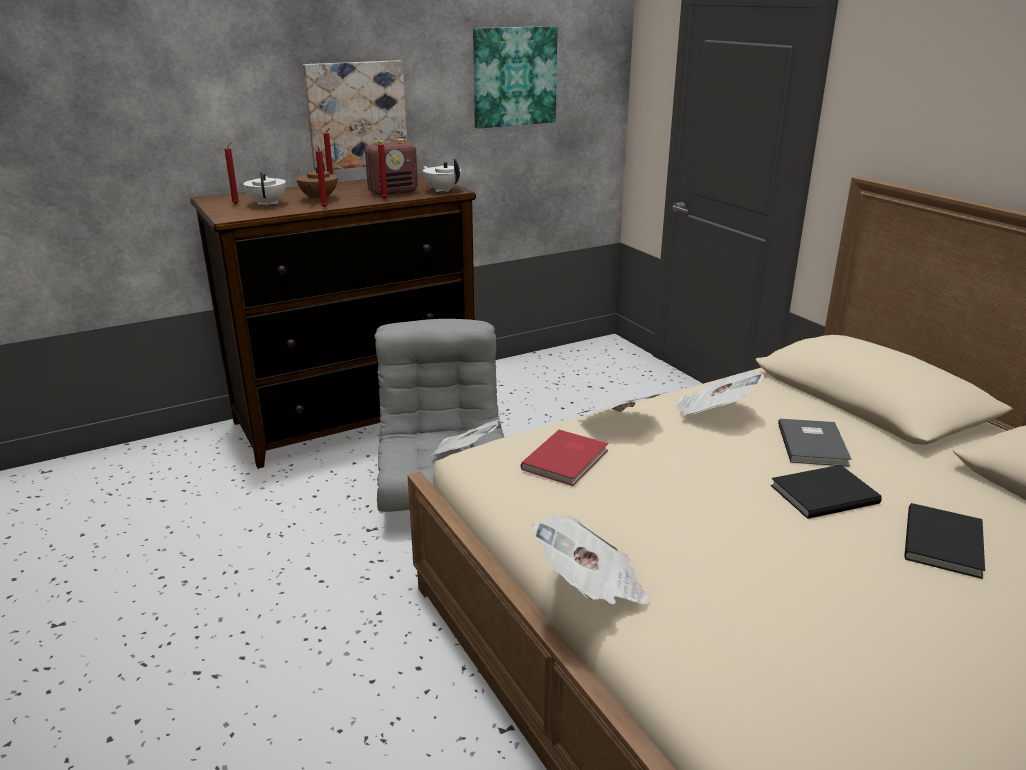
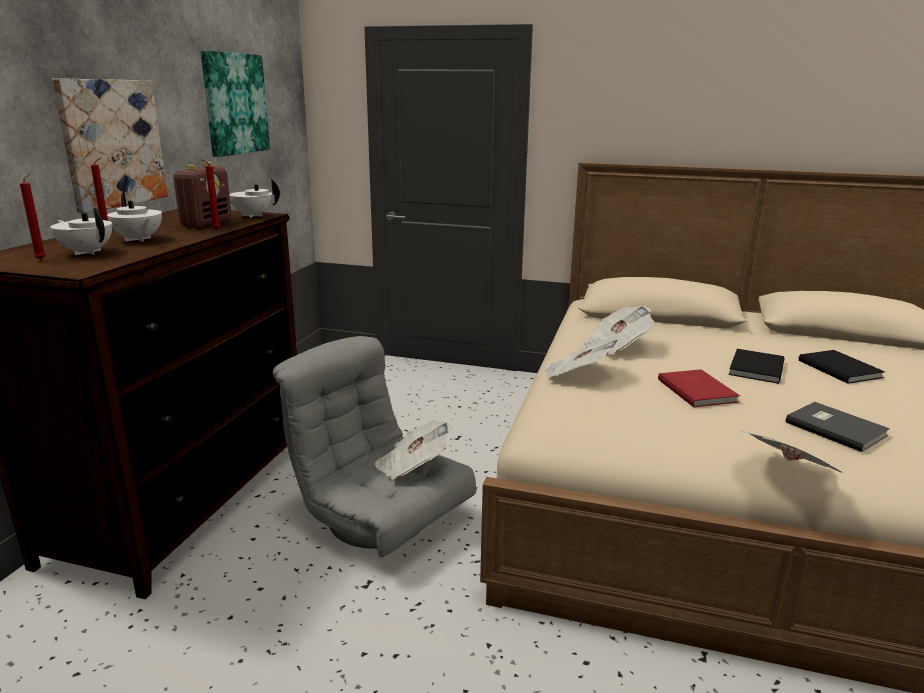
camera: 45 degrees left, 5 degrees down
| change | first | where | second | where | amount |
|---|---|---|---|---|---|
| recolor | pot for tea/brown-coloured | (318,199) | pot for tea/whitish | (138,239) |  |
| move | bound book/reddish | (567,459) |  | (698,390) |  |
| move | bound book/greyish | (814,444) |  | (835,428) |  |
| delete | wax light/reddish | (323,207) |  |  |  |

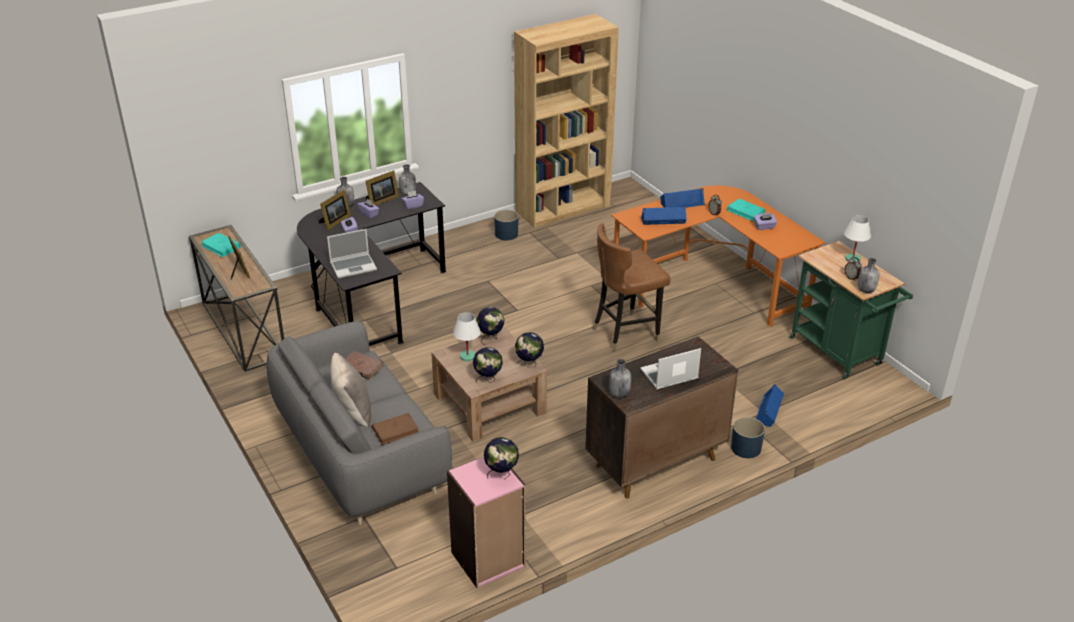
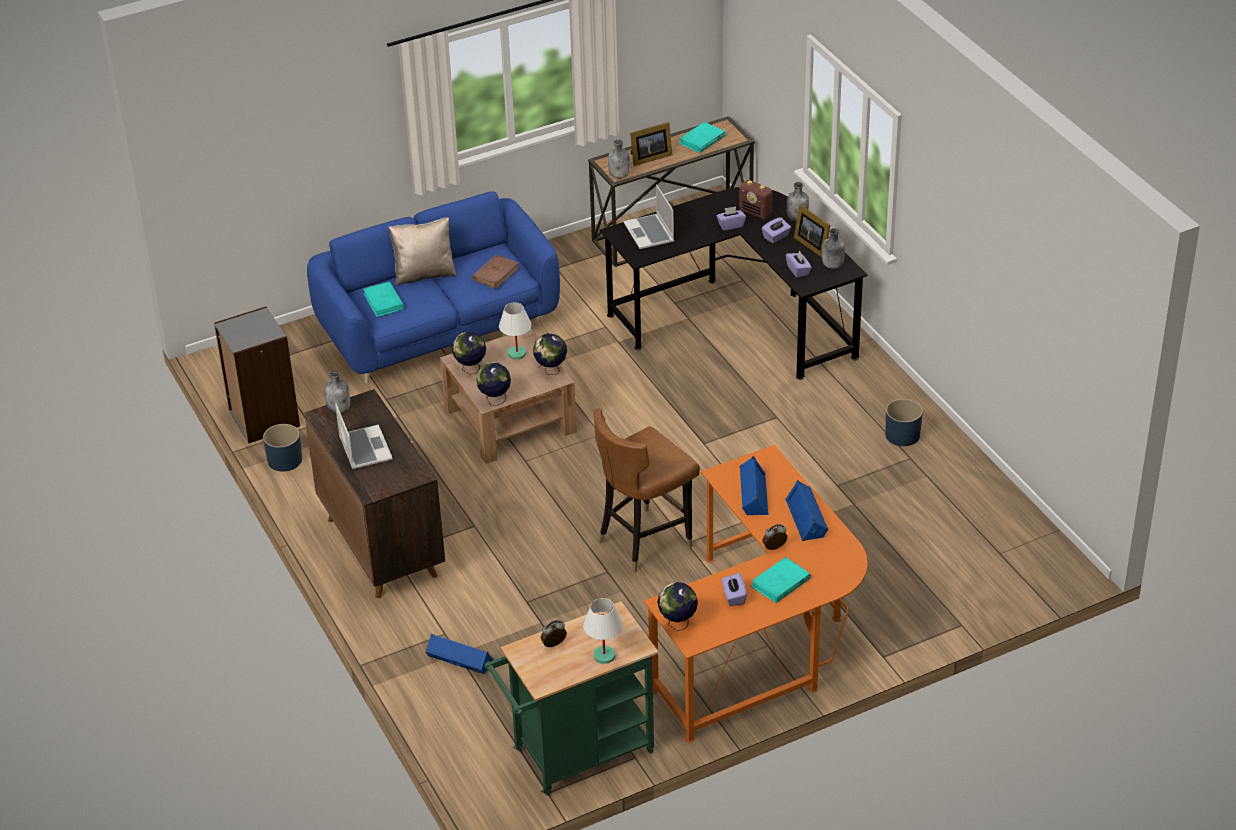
camera: 95 degrees right, 5 degrees up
| change | first | where | second | where | amount |
|---|---|---|---|---|---|
| recolor | bookcase/pink-coloured | (488,560) | bookcase/greyish | (263,419) |  |
| move | flower pot/blue | (745,448) |  | (284,460) |  |
| recolor | sofa/greyish | (360,454) | sofa/blue | (438,329) |  |
| recolor | bound book/brown-coloured | (395,430) | bound book/turquoise | (383,301) |  |
| rotate | chair/brown-coloured | (625,333) |  | (644,540) | 105 degrees counterclockwise |
| move | drink bottle/greyish | (866,290) |  | (619,175) |  |
| move | desk globe | (501,474) |  | (677,624) |  |
| replace | standing frame | (334,222) | radio receiver | (756,212) |  |
| delete | bookcase/brown-coloured | (563,208) |  |  |  |

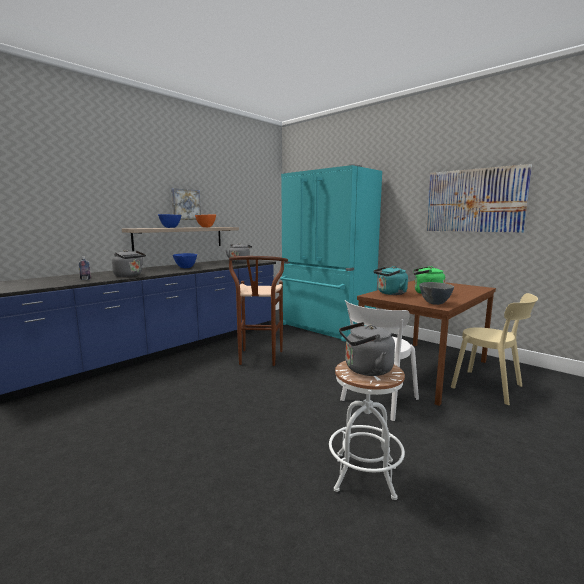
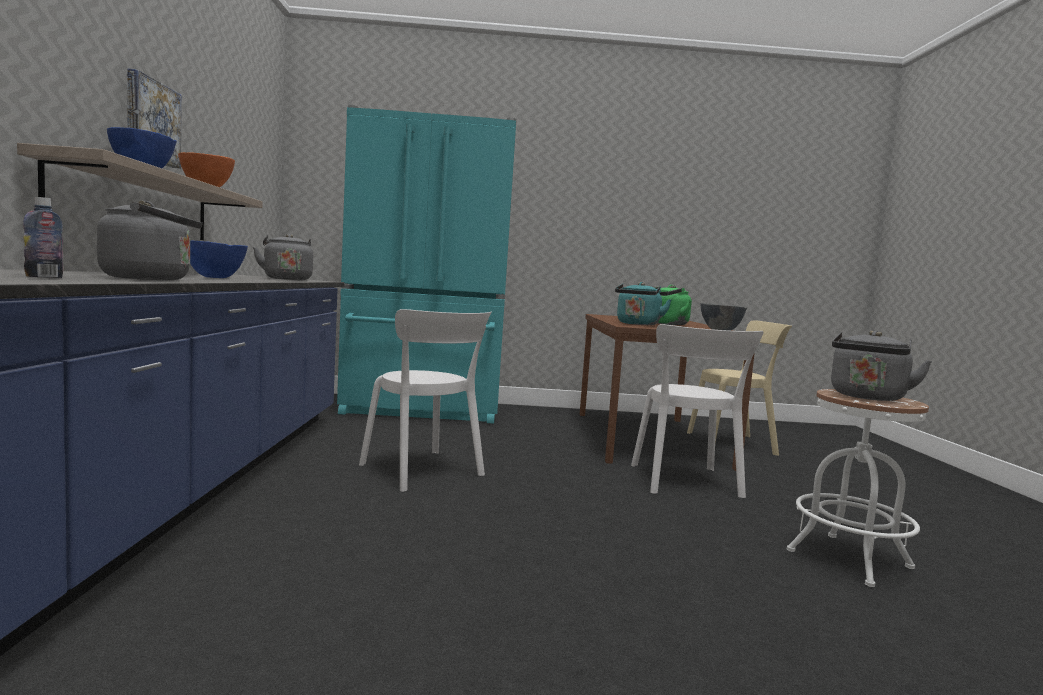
camera: 45 degrees left, 5 degrees down
| change | first | where | second | where | amount |
|---|---|---|---|---|---|
| replace | stool seat/brown-coloured | (259,359) | chair/whitish | (424,471) |  |
| delete | picture | (474,200) |  |  |  |

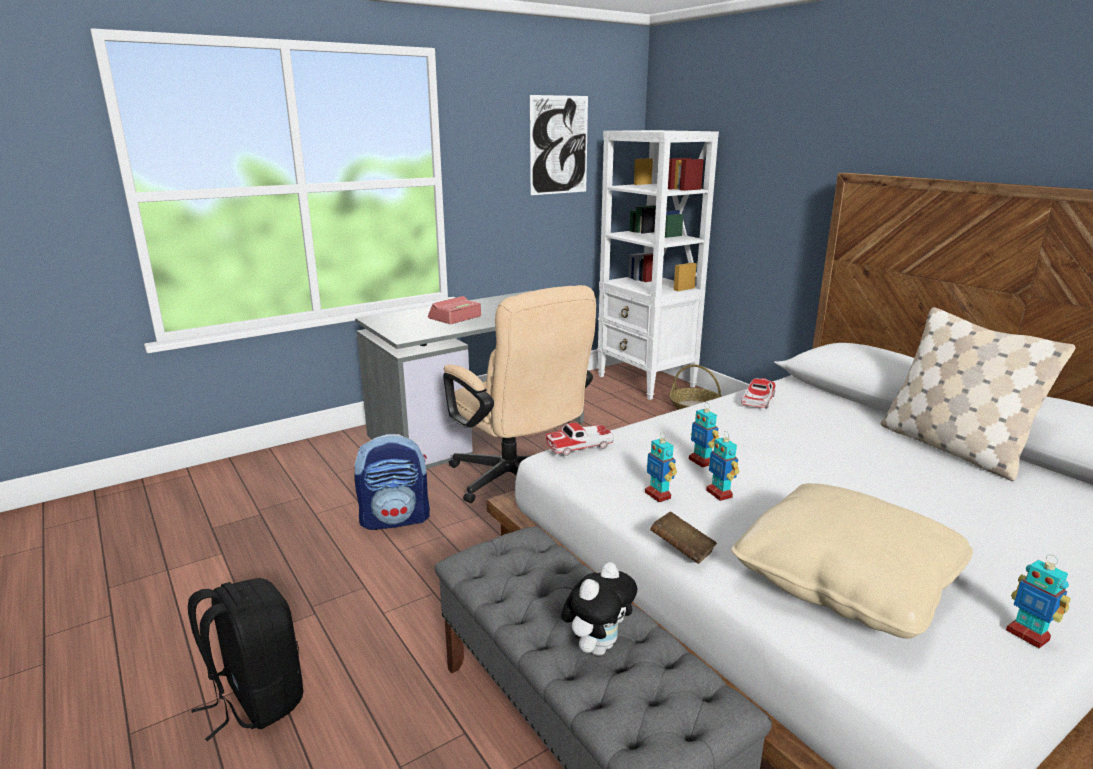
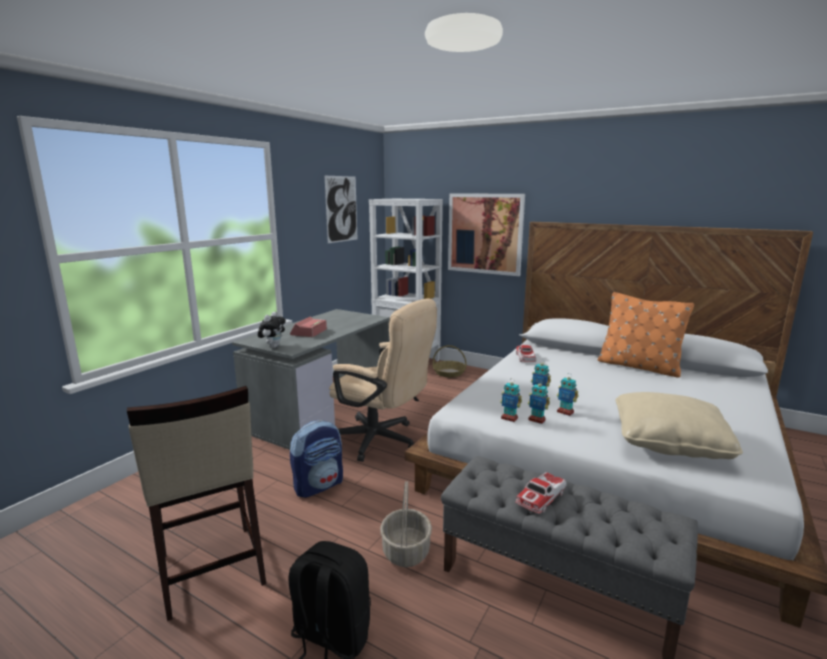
camera: 25 degrees left, 5 degrees down
| change | first | where | second | where | amount |
|---|---|---|---|---|---|
| insert |  |  | stool seat/beige | (210,570) |  |
| move | soft toy | (597,646) |  | (273,346) |  |
| insert |  |  | storage basket | (405,551) |  |
| insert |  |  | picture | (485,233) |  |
| move | robot figure | (1028,635) |  | (509,418) |  |
| move | toy car | (579,446) |  | (541,498) |  |
| recolor | cushion/beige | (952,448) | cushion/orange | (638,366) |  |
| delete | bound book/brown-coloured | (682,550) |  |  |  |

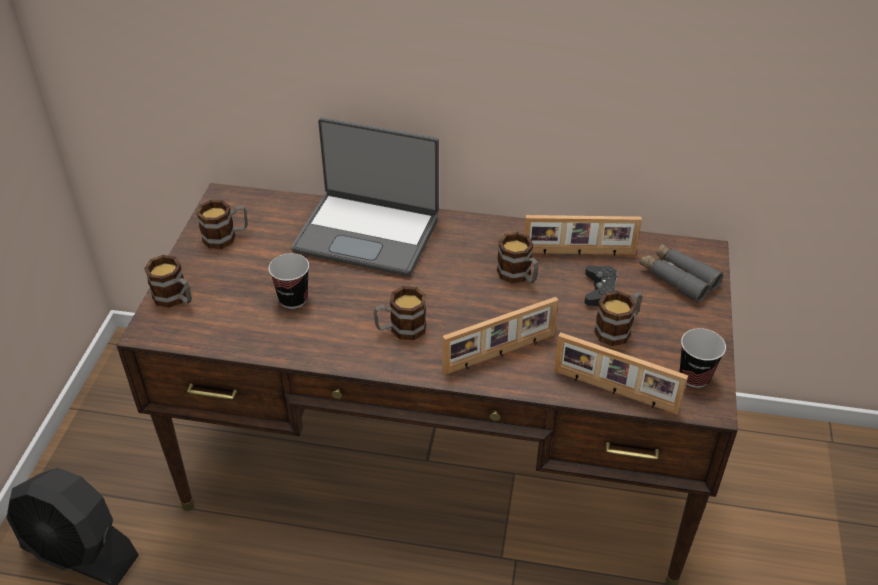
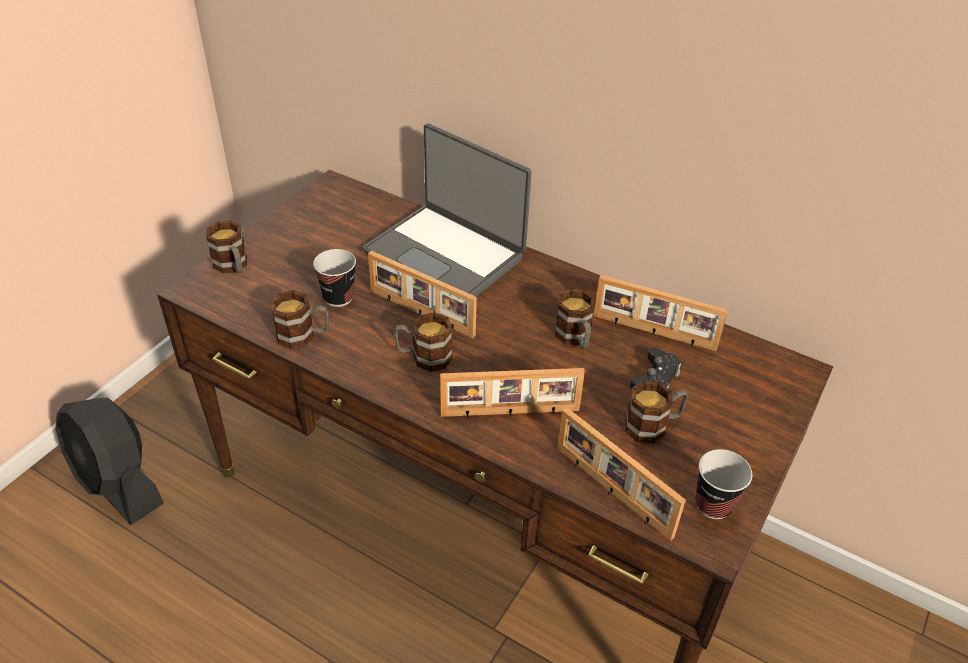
camera: 20 degrees right, 0 degrees up
| change | first | where | second | where | amount |
|---|---|---|---|---|---|
| move | coffee mug | (226,237) |  | (303,335) |  |
| insert |  |  | standing frame | (420,314) |  |
| delete | binoculars/greyish | (678,278) |  |  |  |

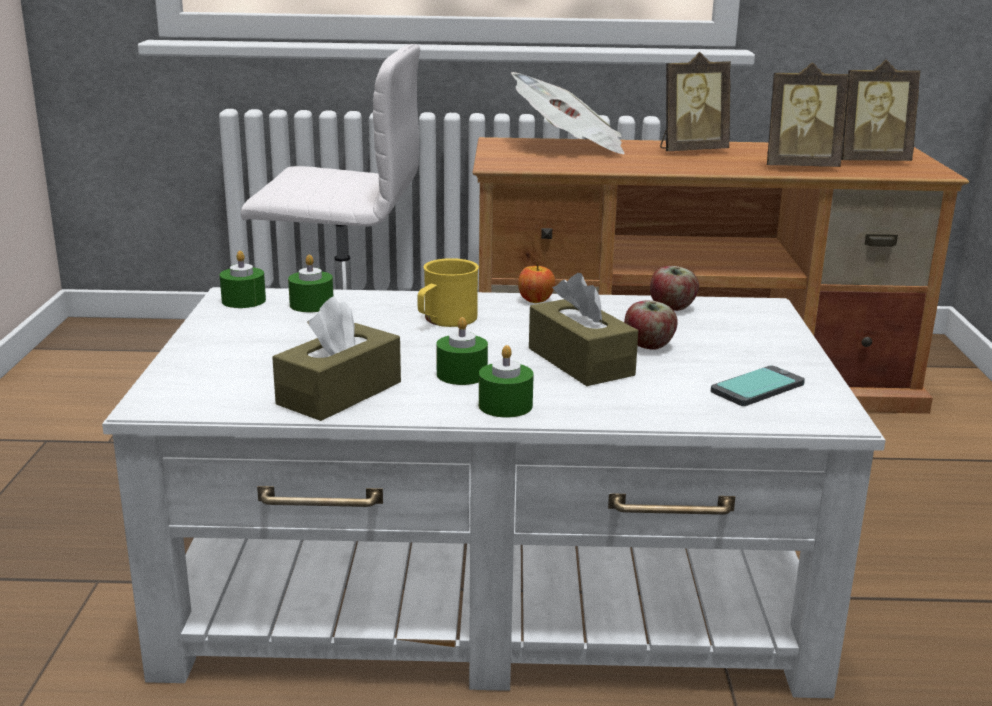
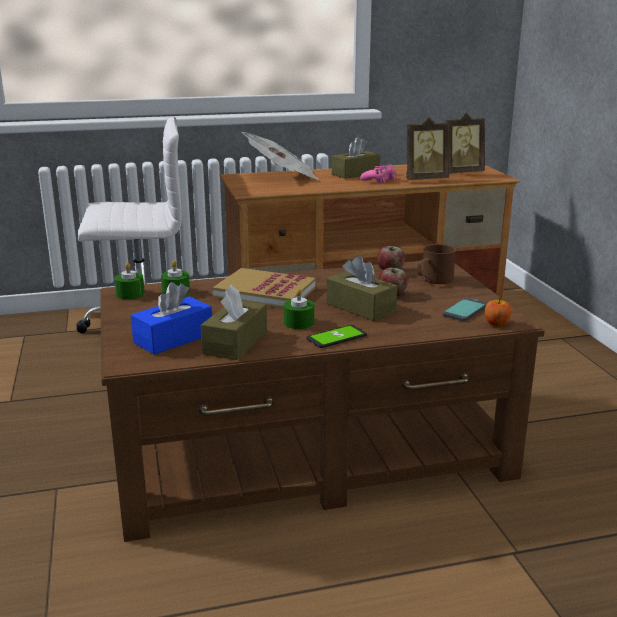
camera: 15 degrees left, 0 degrees up
| change | first | where | second | where | amount |
|---|---|---|---|---|---|
| recolor | low table/whitish | (495,587) | low table/brown-coloured | (309,451) |  |
| insert |  |  | tissue box/blue | (173,338) |  |
| replace | coffee mug/yellowish | (445,320) | bound book | (265,292) |  |
| replace | wax light/green-coloured | (505,405) | phone | (336,337) |  |
| replace | standing frame | (690,151) | tissue box/brown-coloured | (355,174) |  |
| insert |  |  | joypad/pink-coloured | (379,180) |  |
| insert |  |  | coffee mug/brown-coloured | (433,280) |  |
| move | whole apple | (536,300) |  | (496,324) |  |

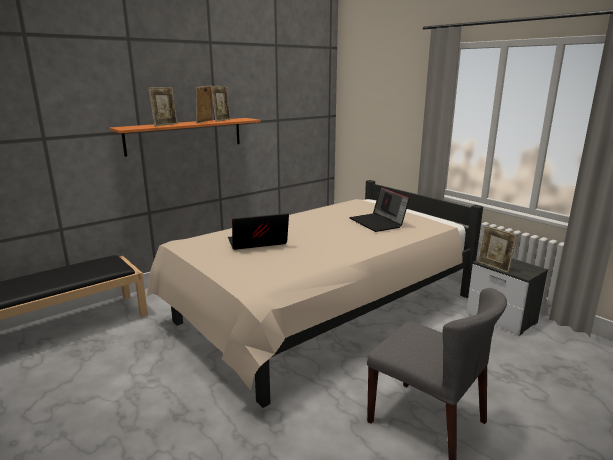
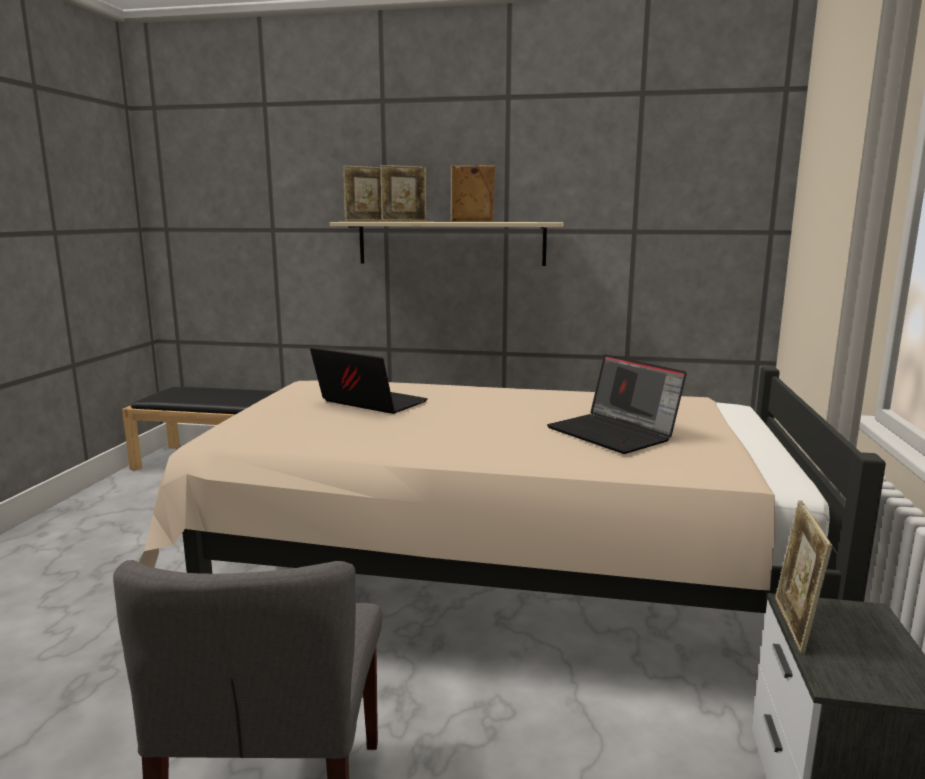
camera: 50 degrees right, 5 degrees down
| change | first | where | second | where | amount |
|---|---|---|---|---|---|
| recolor | wall shelf/orange | (185,136) | wall shelf/beige | (451,243) |  |
| move | standing frame | (222,120) |  | (367,221) |  |
| rotate | portable computer | (378,223) |  | (614,433) | 60 degrees counterclockwise |

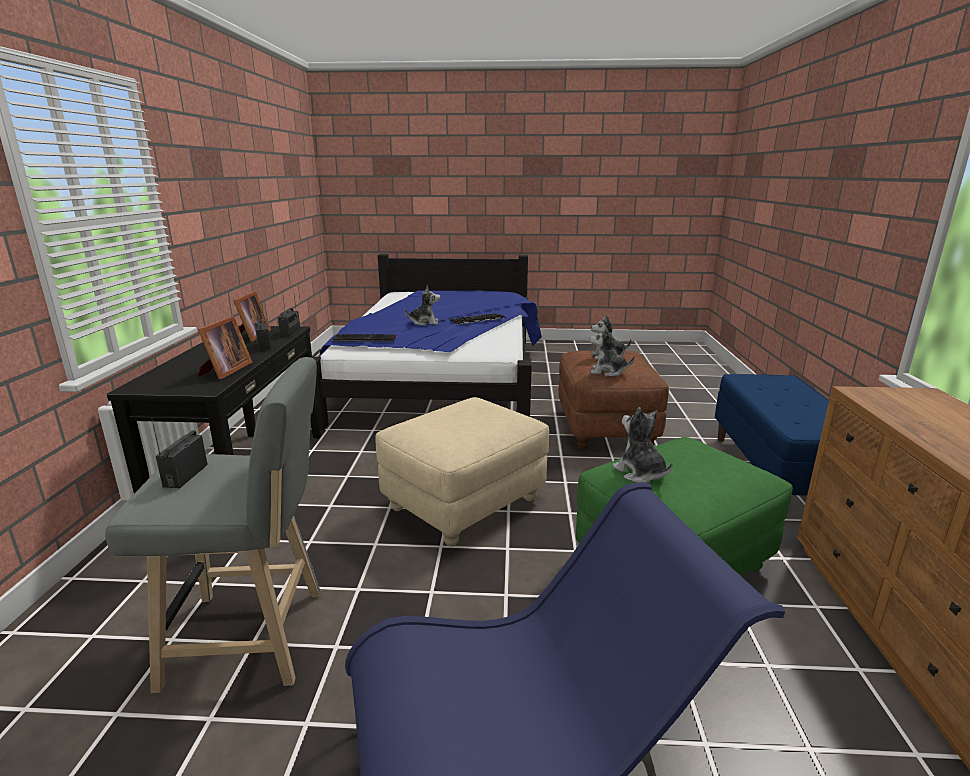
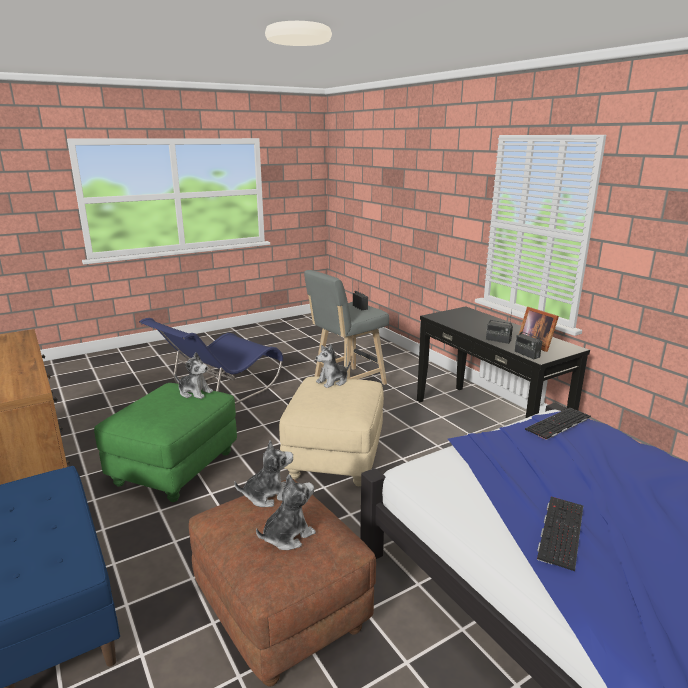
camera: 145 degrees right, 0 degrees up
| change | first | where | second | where | amount |
|---|---|---|---|---|---|
| move | soft toy | (424,323) |  | (333,381) |  |
| delete | standing frame | (225,371) |  |  |  |

